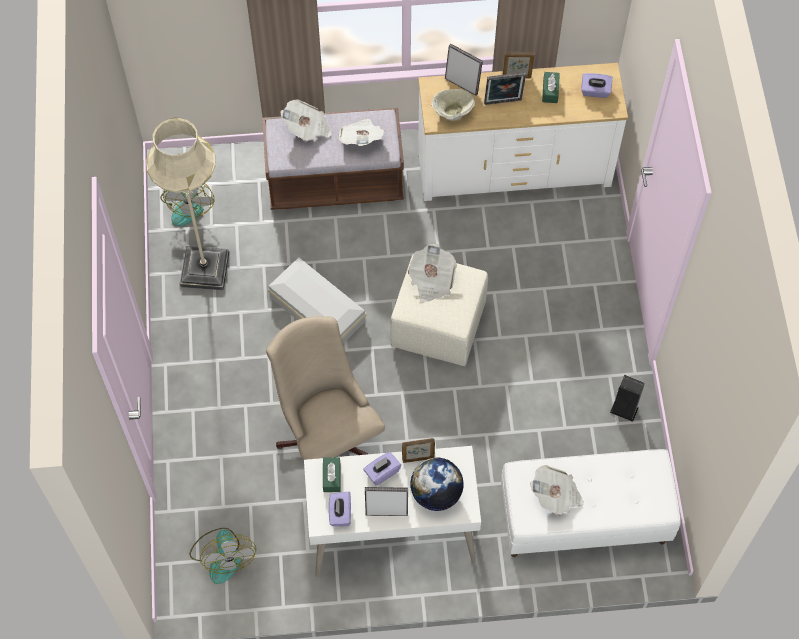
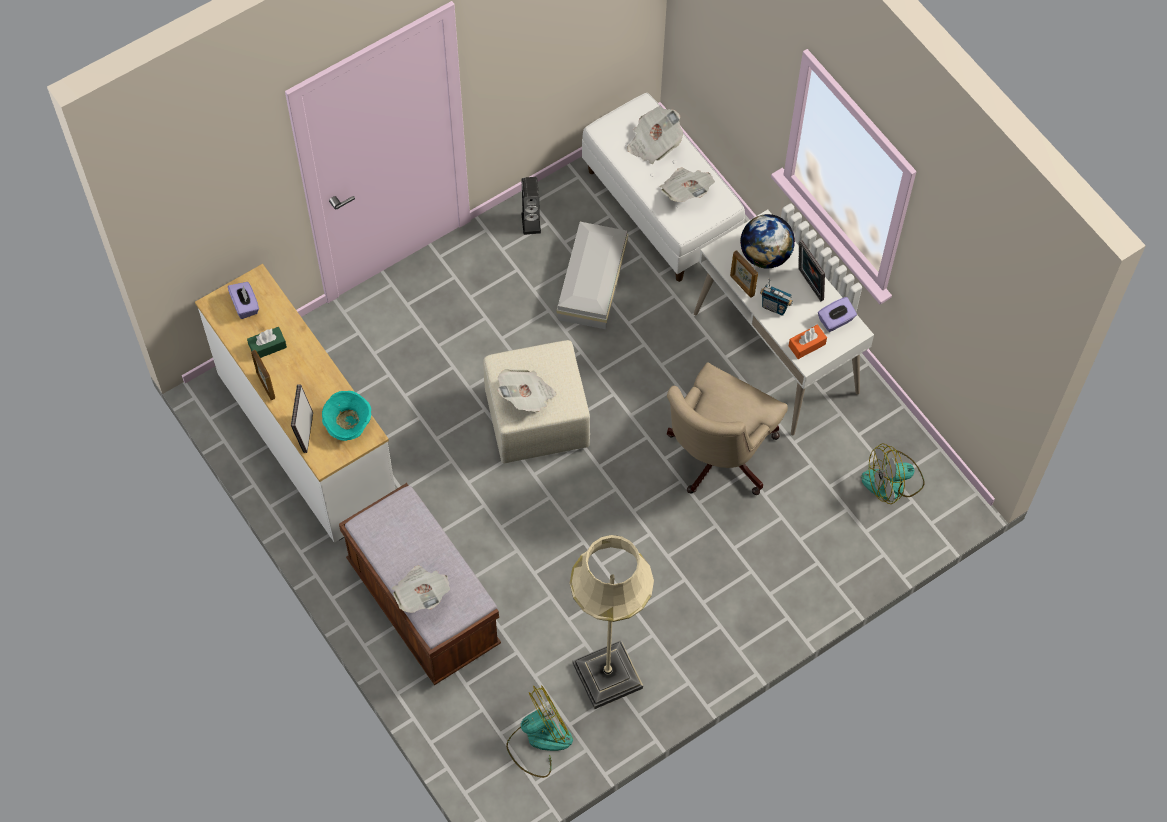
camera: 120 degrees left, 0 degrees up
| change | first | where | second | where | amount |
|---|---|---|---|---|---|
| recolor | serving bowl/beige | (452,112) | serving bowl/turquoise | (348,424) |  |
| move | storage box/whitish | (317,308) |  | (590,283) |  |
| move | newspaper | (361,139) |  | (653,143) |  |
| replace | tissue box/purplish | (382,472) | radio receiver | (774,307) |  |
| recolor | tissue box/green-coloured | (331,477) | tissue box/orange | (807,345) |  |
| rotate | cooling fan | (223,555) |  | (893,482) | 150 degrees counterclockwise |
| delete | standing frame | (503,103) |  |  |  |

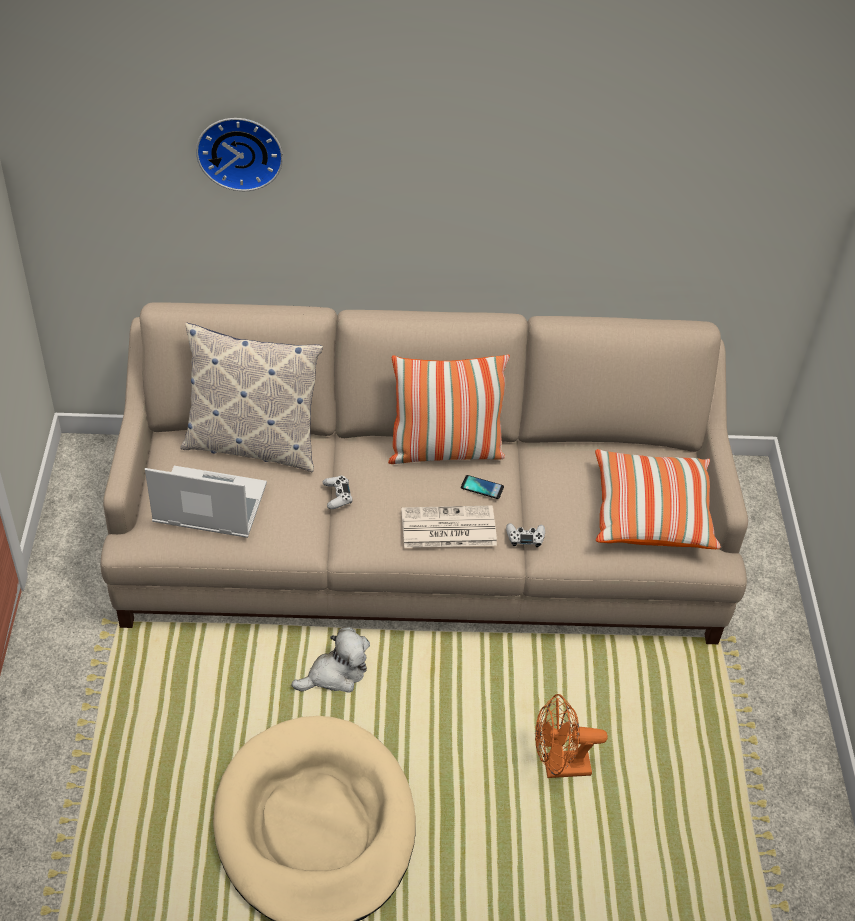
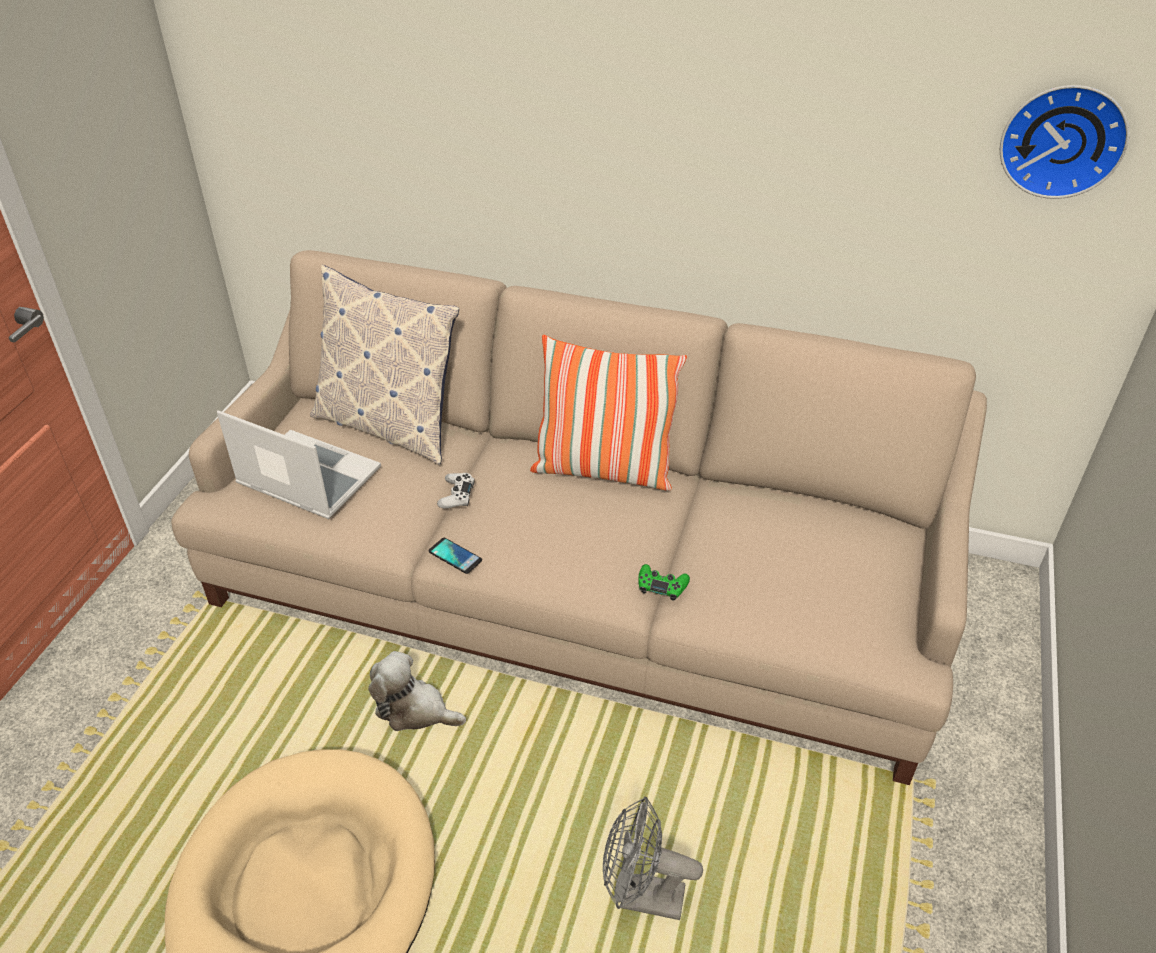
camera: 20 degrees right, 5 degrees down
| change | first | where | second | where | amount |
|---|---|---|---|---|---|
| rotate | soft toy | (335,674) |  | (414,709) | 150 degrees counterclockwise |
| move | phone | (482,487) |  | (455,556) |  |
| recolor | cooling fan/orange | (559,767) | cooling fan/greyish | (641,897) |  |
| recolor | joypad/whitish | (525,537) | joypad/green-coloured | (662,586) |  |
| move | wall clock | (240,150) |  | (1062,139) |  |
| delete | newspaper | (447,528) |  |  |  |
| delete | cushion | (650,513) |  |  |  |

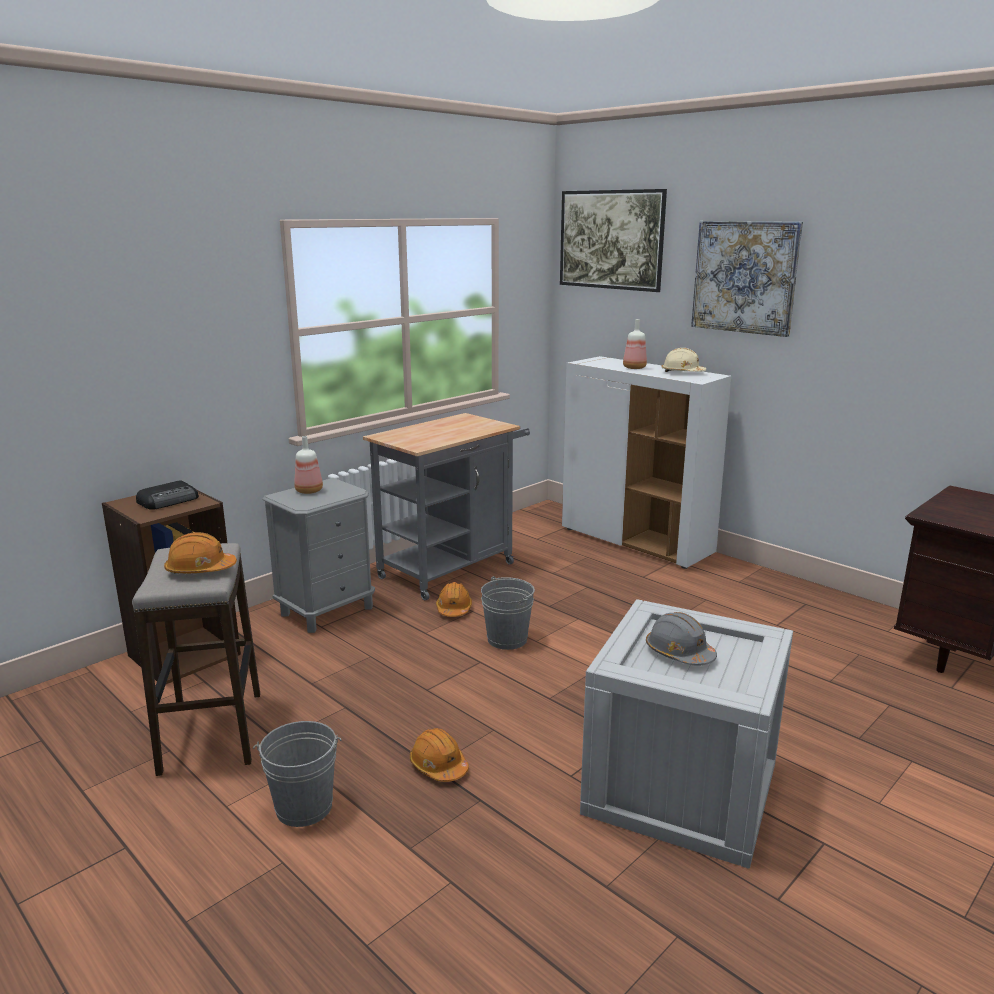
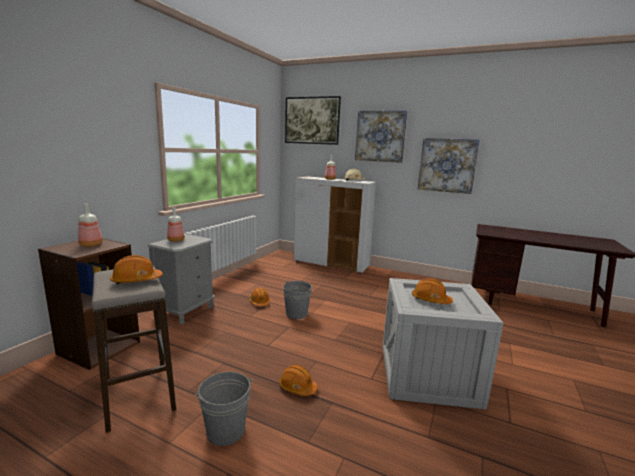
camera: 20 degrees left, 5 degrees down
| change | first | where | second | where | amount |
|---|---|---|---|---|---|
| replace | radio receiver | (169,500) | drink bottle | (91,245) |  |
| recolor | hard hat/greyish | (679,653) | hard hat/orange | (430,300) |  |
| insert |  |  | picture | (447,165) |  |
| delete | cart/greyish | (453,567) |  |  |  |

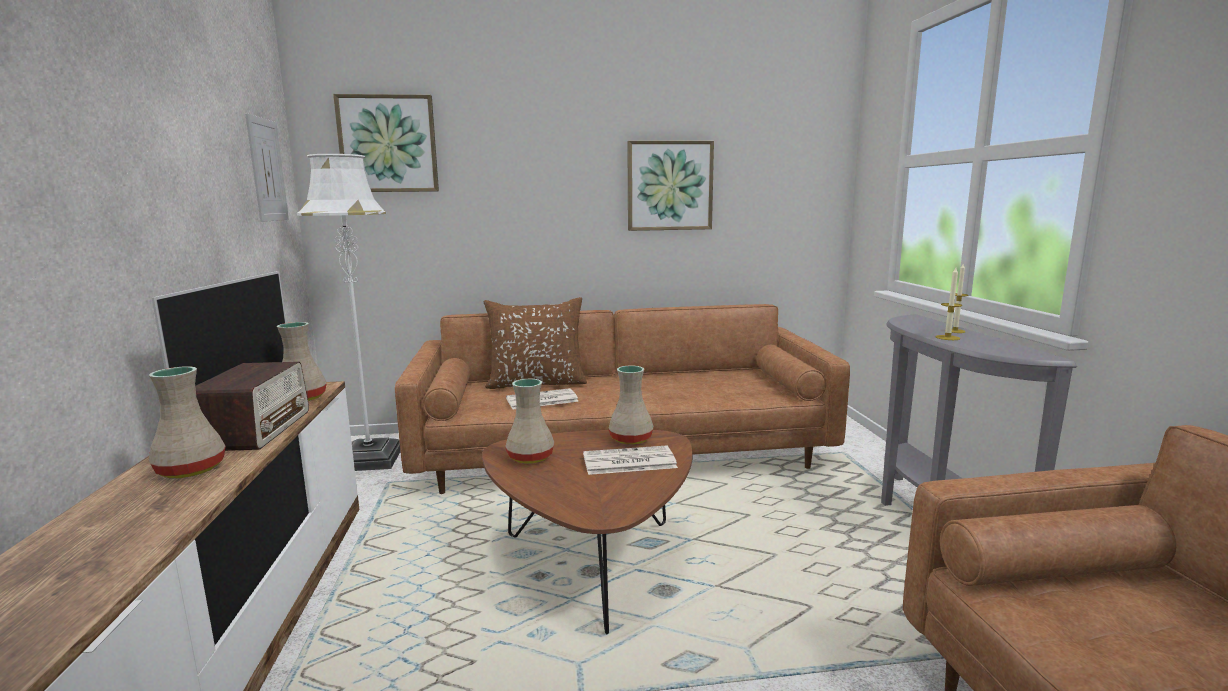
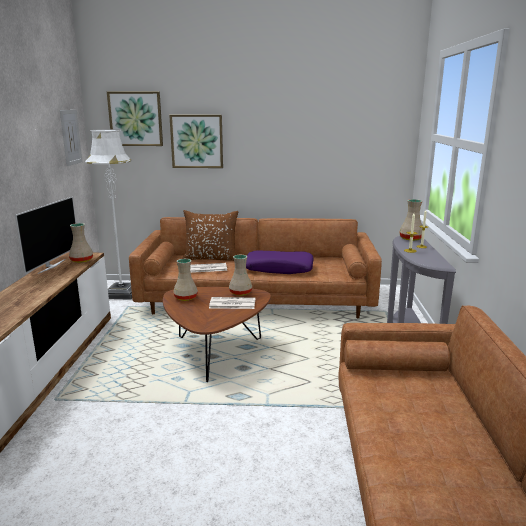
camera: 10 degrees right, 5 degrees up
| change | first | where | second | where | amount |
|---|---|---|---|---|---|
| move | picture | (669,186) |  | (197,141) |  |
| insert |  |  | cushion/purplish | (279,269) |  |
| move | decorative vase/beige | (189,470) |  | (410,239) |  |
| delete | radio receiver | (256,430) |  |  |  |

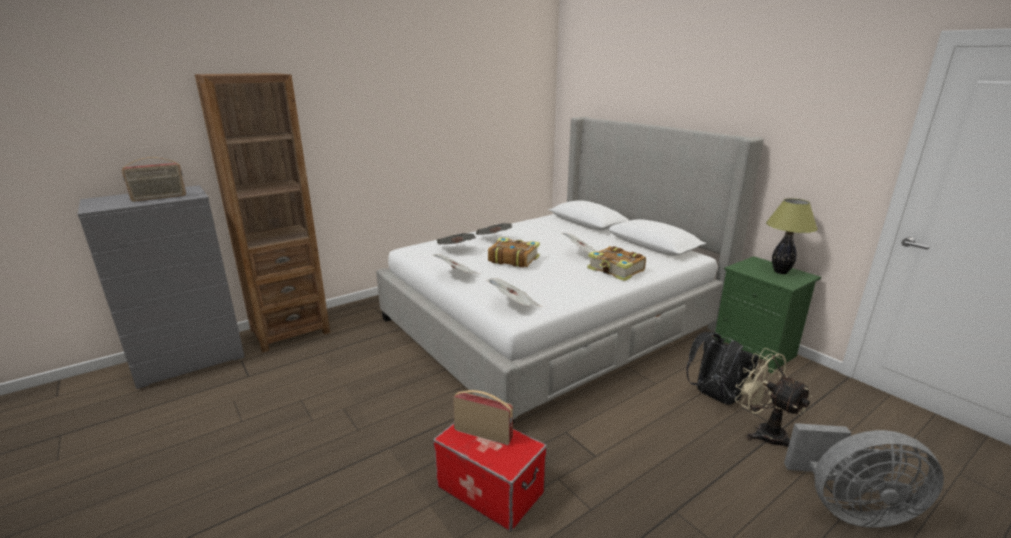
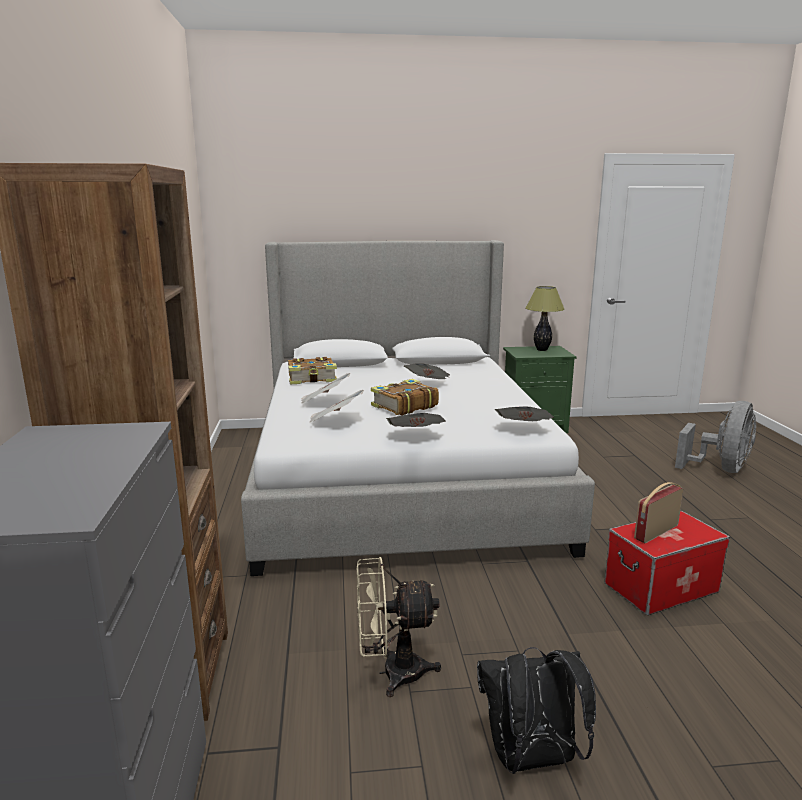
camera: 60 degrees left, 5 degrees down
| change | first | where | second | where | amount |
|---|---|---|---|---|---|
| move | bound book | (616,270) |  | (312,379) |  |
| move | cooling fan/beige | (762,432) |  | (392,673) |  |
| move | backpack/black | (714,396) |  | (531,761) |  |
| delete | radio receiver | (159,198) |  |  |  |

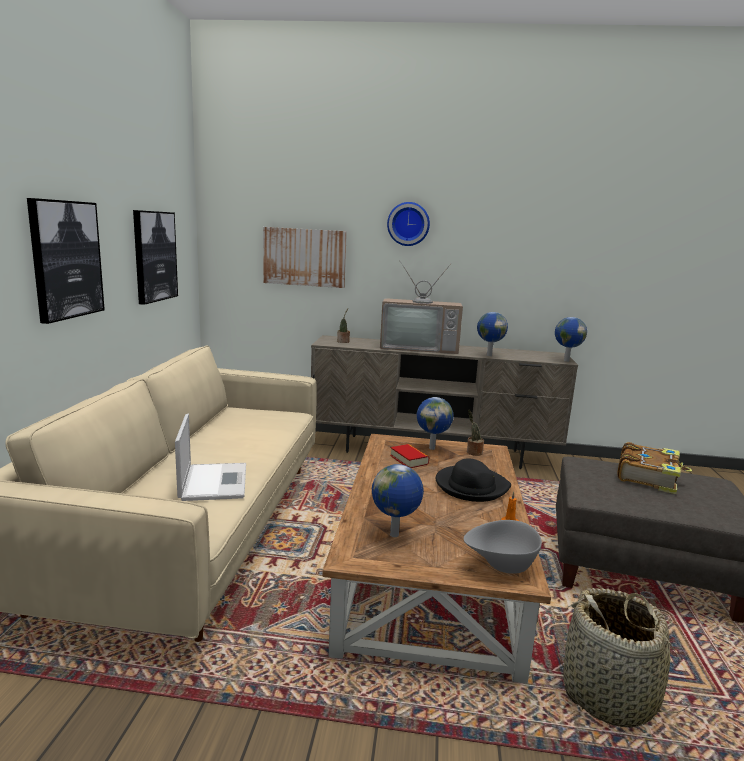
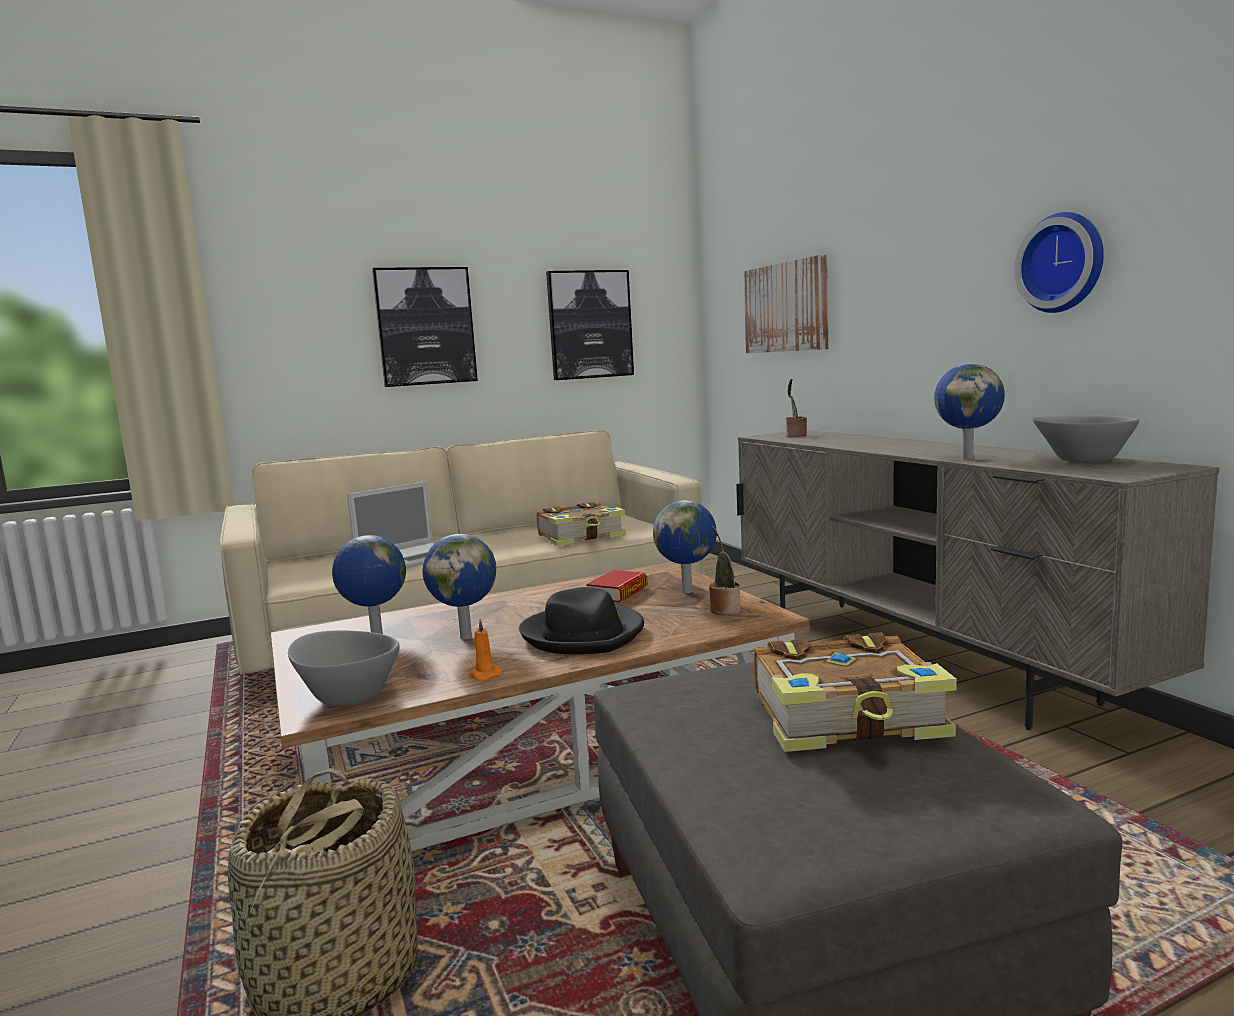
camera: 60 degrees right, 5 degrees down
| change | first | where | second | where | amount |
|---|---|---|---|---|---|
| move | desk globe | (566,361) |  | (467,636) |  |
| insert |  |  | bound book | (582,536) |  |
| move | wall clock | (408,224) |  | (1063,263) |  |
| insert |  |  | serving bowl/greyish | (1079,460) |  |
| delete | TV | (419,347) |  |  |  |

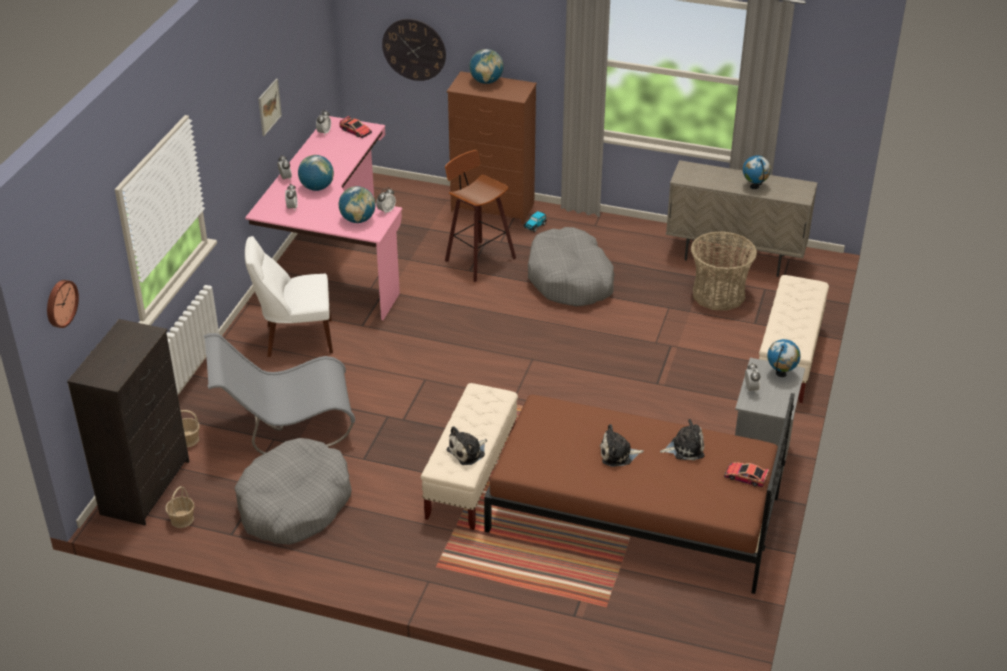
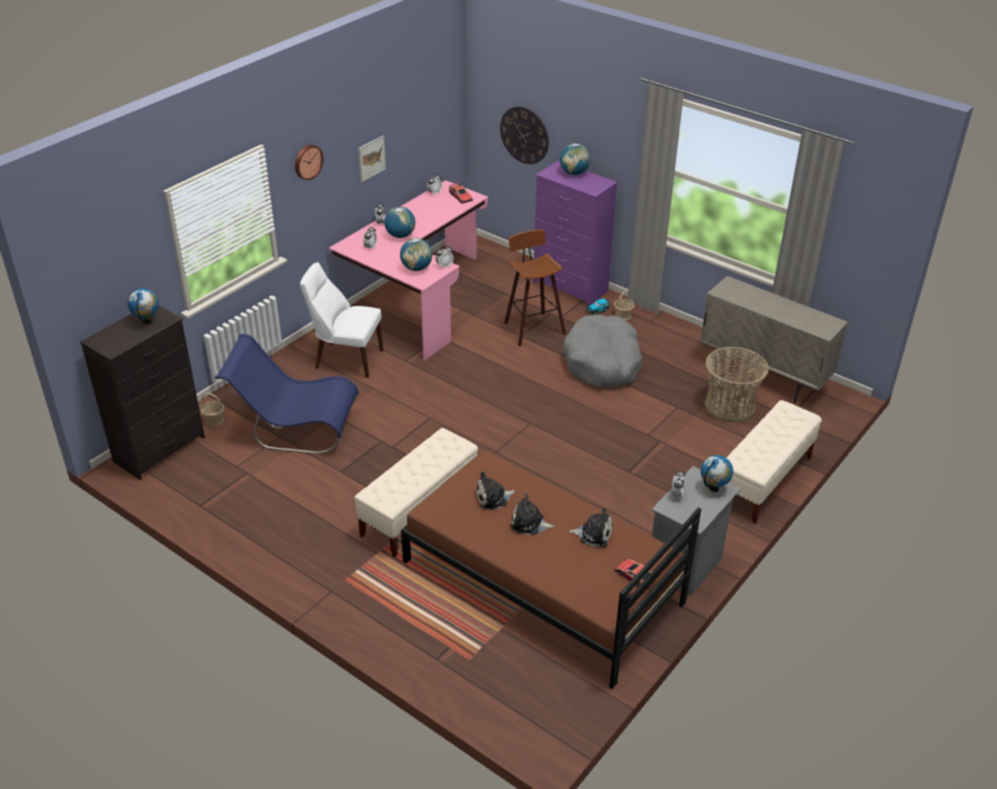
camera: 20 degrees right, 0 degrees up
| change | first | where | second | where | amount |
|---|---|---|---|---|---|
| move | desk globe | (754,186) |  | (147,321) |  |
| recolor | chair/greyish | (285,426) | chair/blue | (295,428) |  |
| move | wall clock | (60,303) |  | (307,161) |  |
| move | soft toy | (468,452) |  | (493,498) |  |
| recolor | chest of drawers/brown-coloured | (493,207) | chest of drawers/purplish | (570,288) |  |
| move | storage basket | (182,519) |  | (623,315) |  |
| delete | dog bed/greyish | (294,504) |  |  |  |

